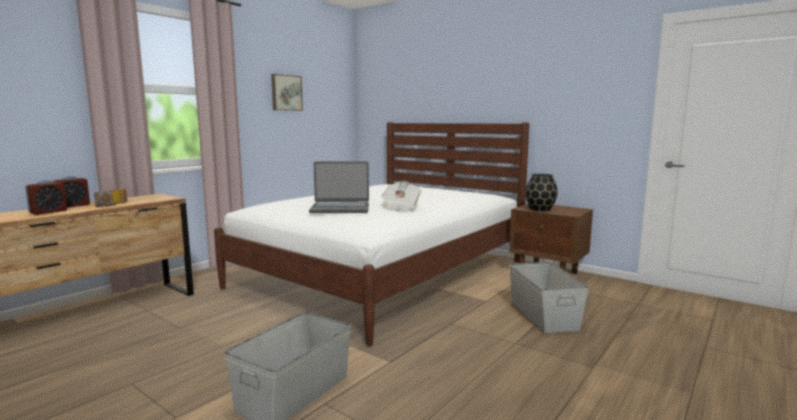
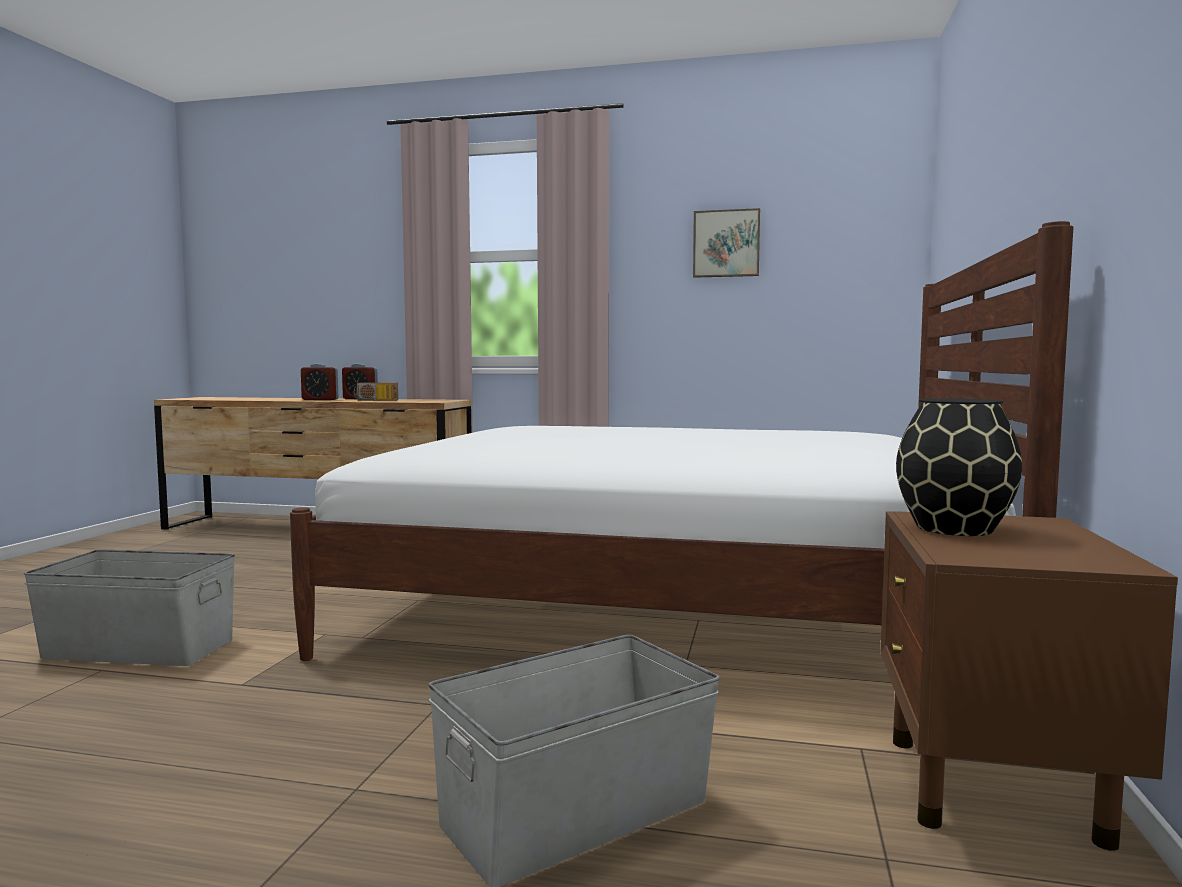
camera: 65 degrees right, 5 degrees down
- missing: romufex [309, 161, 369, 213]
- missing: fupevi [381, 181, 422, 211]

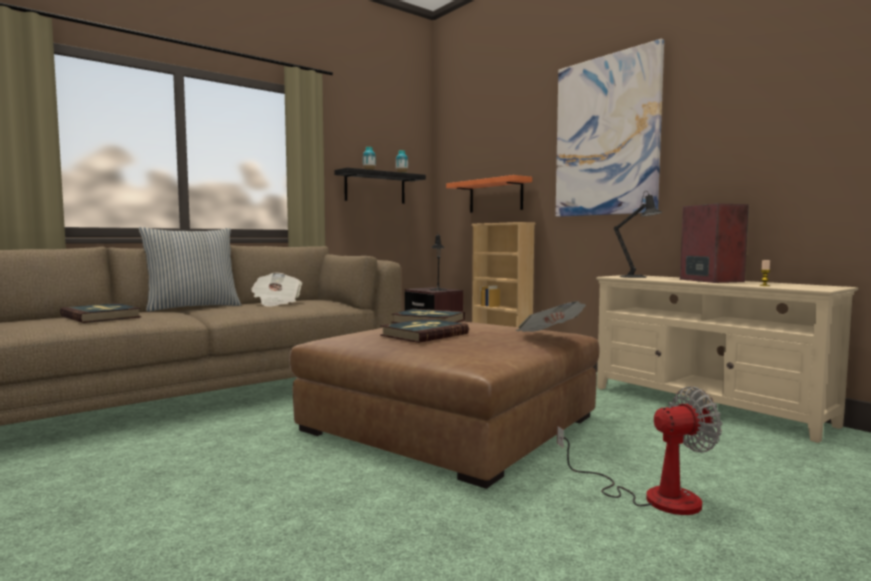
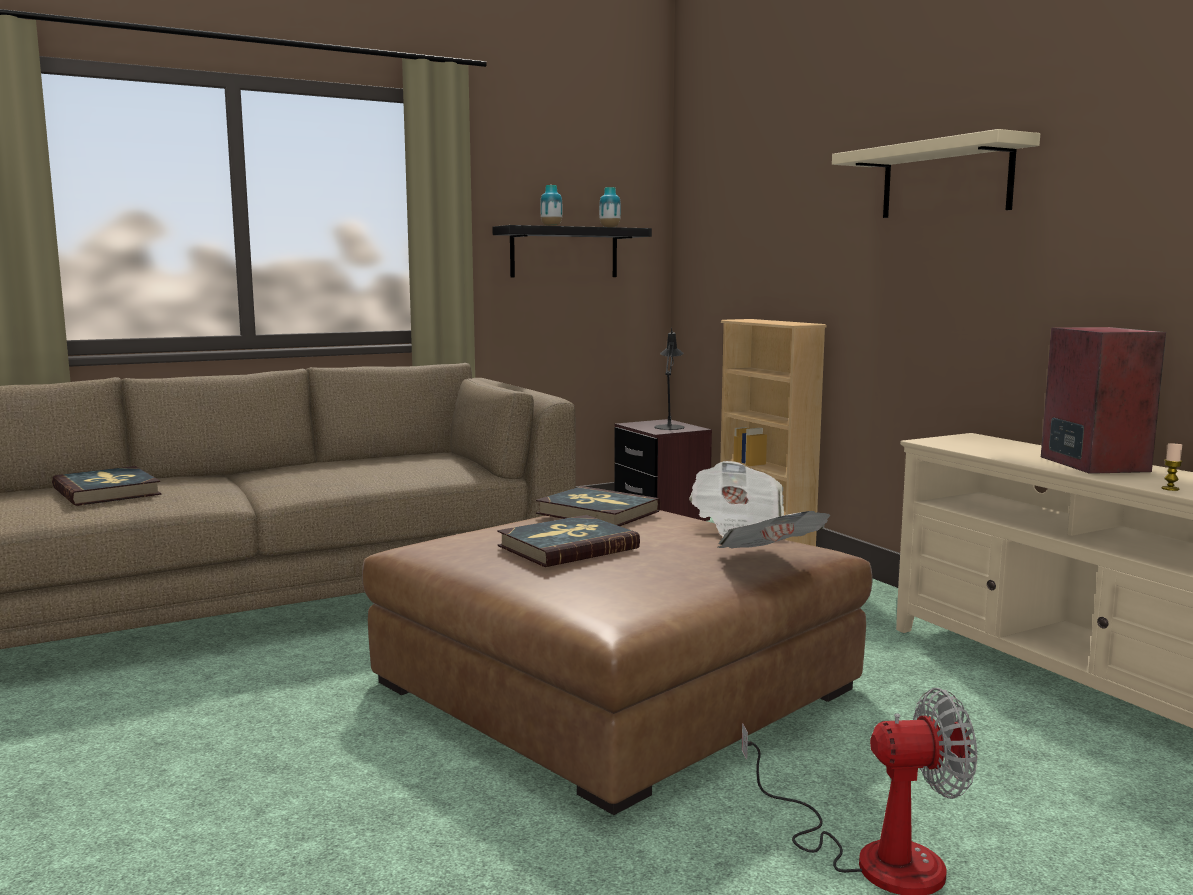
camera: 10 degrees right, 5 degrees up
- relocated: fupevi [251, 273, 302, 307] to [689, 461, 784, 537]
- exchanged: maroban [555, 39, 664, 217] to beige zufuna [832, 129, 1040, 218]
- missing: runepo [139, 227, 241, 312]
- missing: orange zufuna [446, 175, 532, 213]
- missing: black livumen [614, 191, 662, 278]

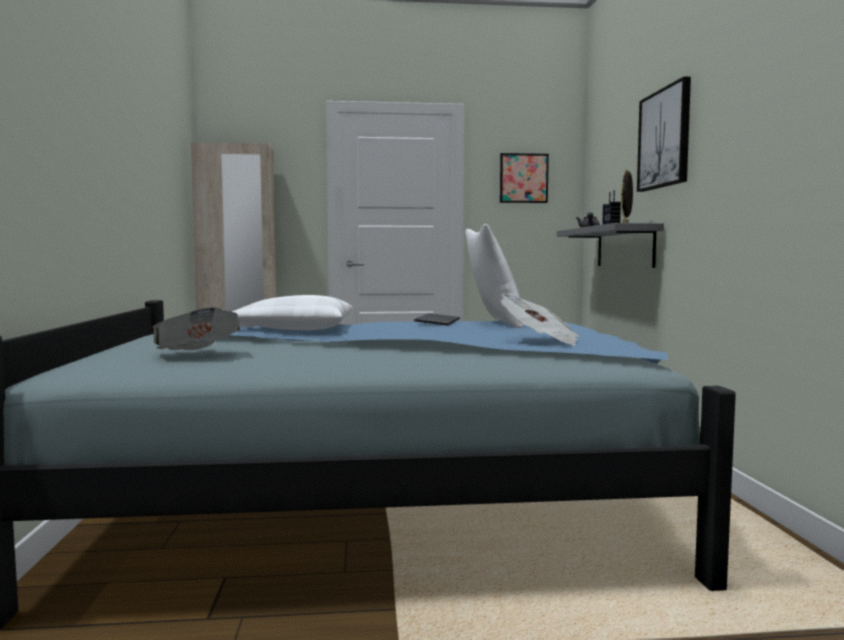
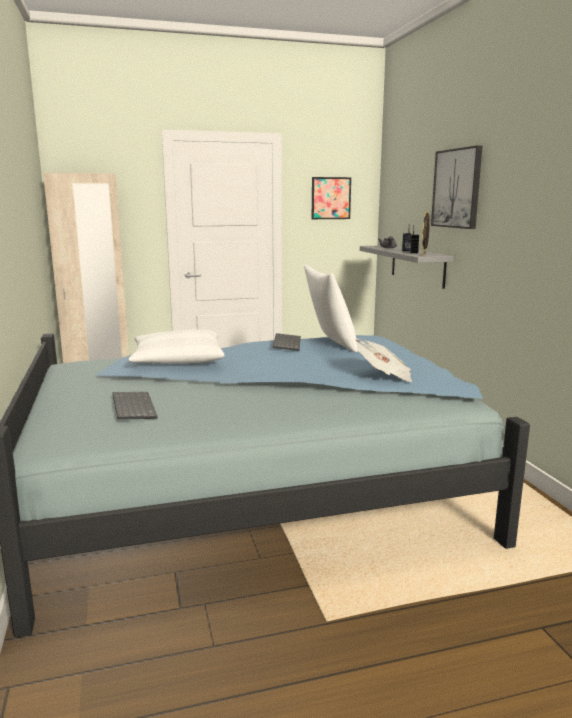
camera: 10 degrees left, 10 degrees up
- exchanged: fupevi [153, 307, 240, 350] to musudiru [113, 392, 157, 420]

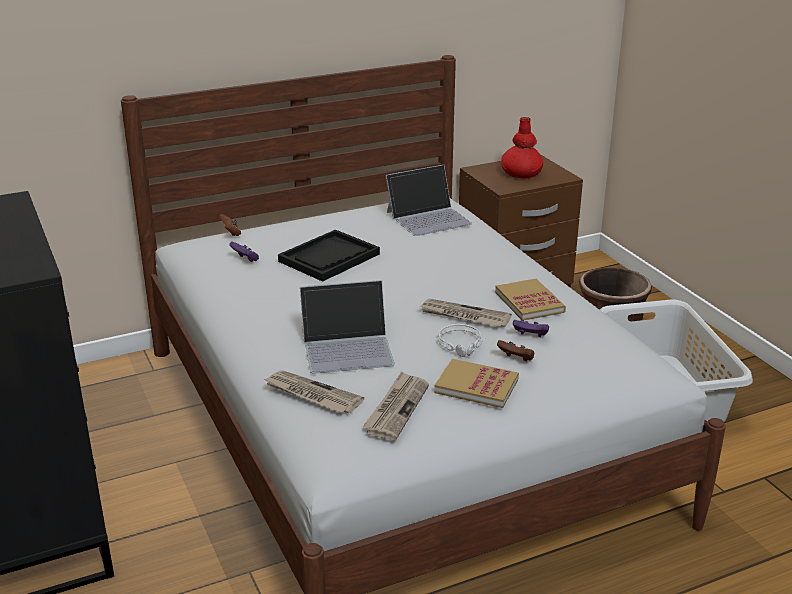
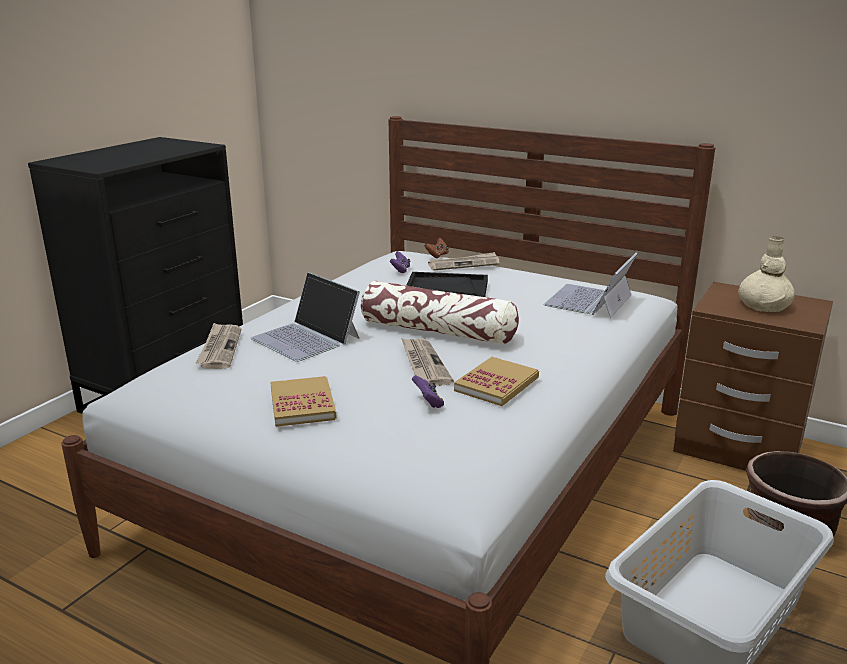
camera: 55 degrees right, 5 degrees down
- appeared: runepo [361, 281, 519, 345]
- relocated: fupevi [362, 371, 429, 440] to [428, 252, 500, 271]
- spun: romufex [386, 165, 472, 236] = [543, 253, 638, 318] 90 degrees clockwise
- colour: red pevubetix [501, 117, 543, 179] to beige pevubetix [738, 236, 795, 312]
- missing: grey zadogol [438, 324, 485, 357]
- missing: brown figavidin [497, 340, 534, 362]

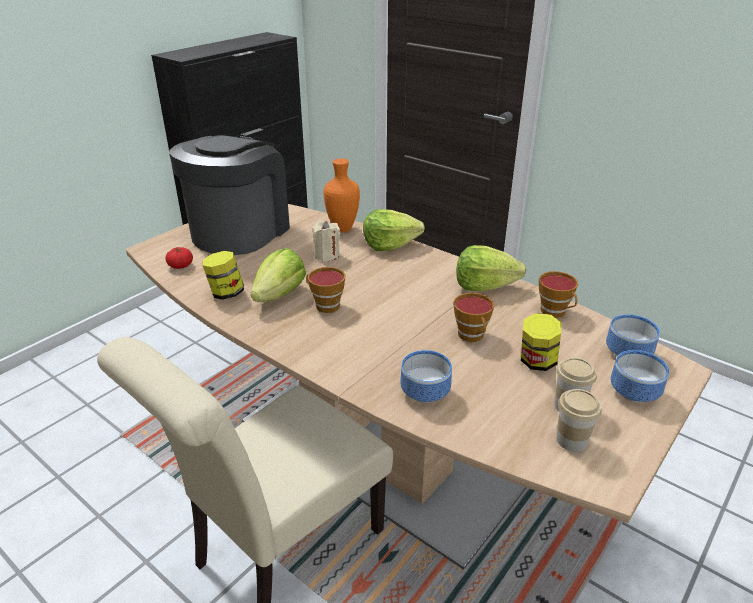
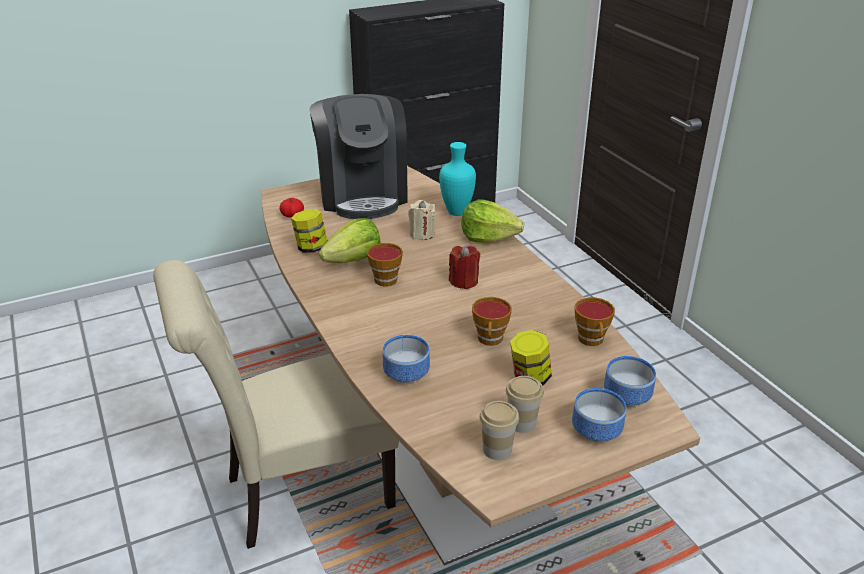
camera: 25 degrees right, 0 degrees up
- spun: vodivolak [169, 135, 290, 255] = [310, 94, 408, 219] 120 degrees clockwise
- colour: orange pevubetix [324, 158, 360, 233] to turquoise pevubetix [439, 142, 476, 216]
- appeared: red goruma [449, 245, 480, 289]
- missing: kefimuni [456, 245, 526, 291]

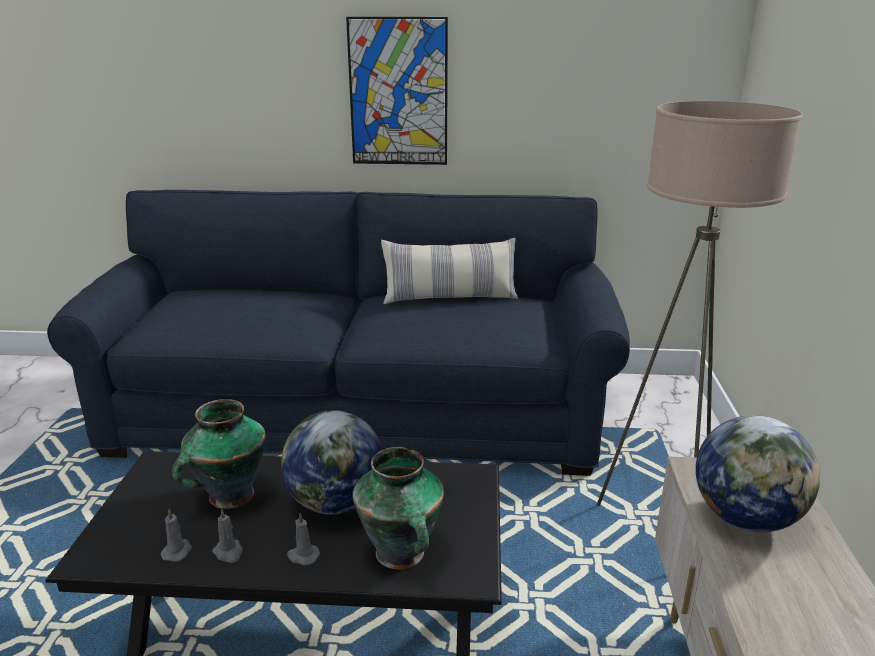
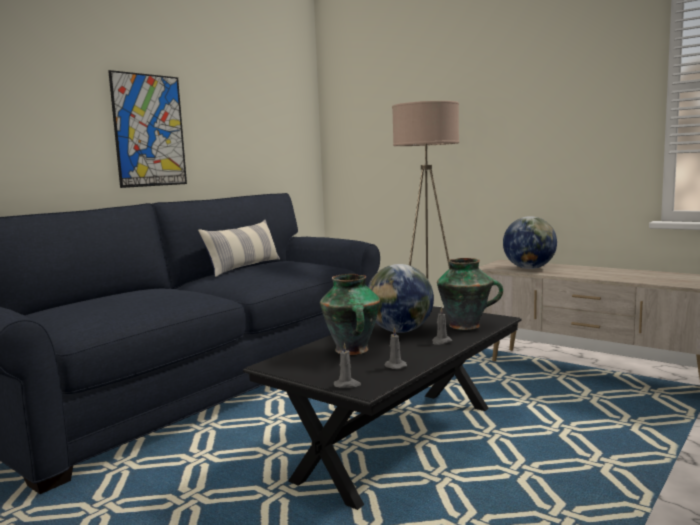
camera: 55 degrees left, 15 degrees down
- relocated: grey goruma [212, 509, 243, 563] to [334, 343, 361, 388]

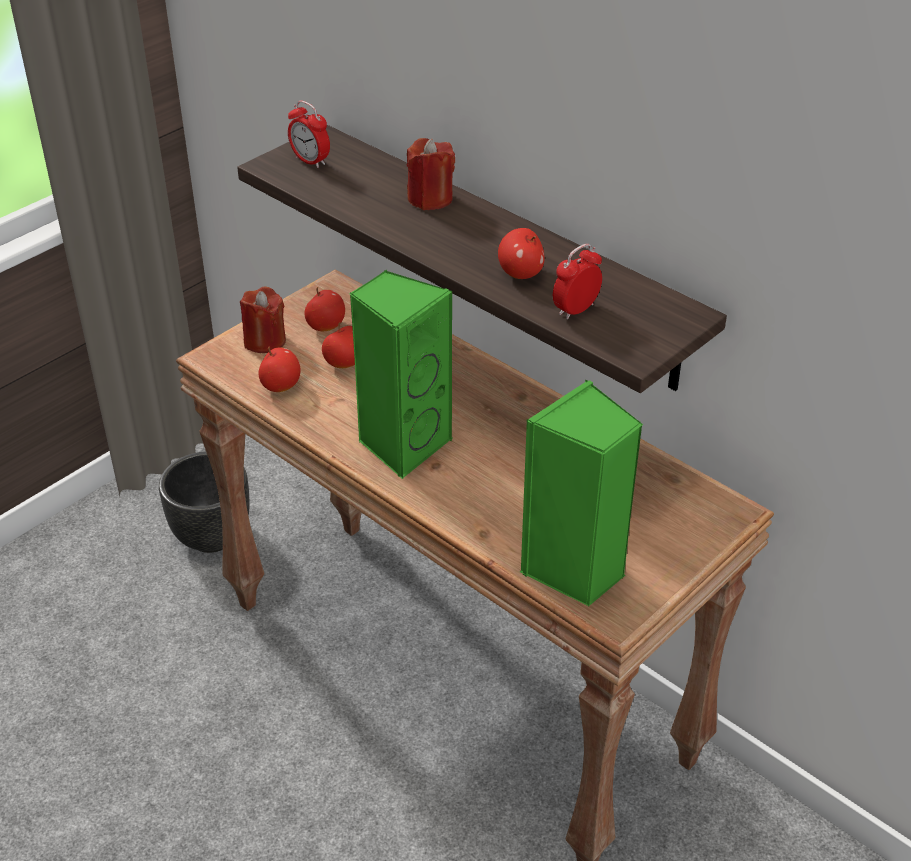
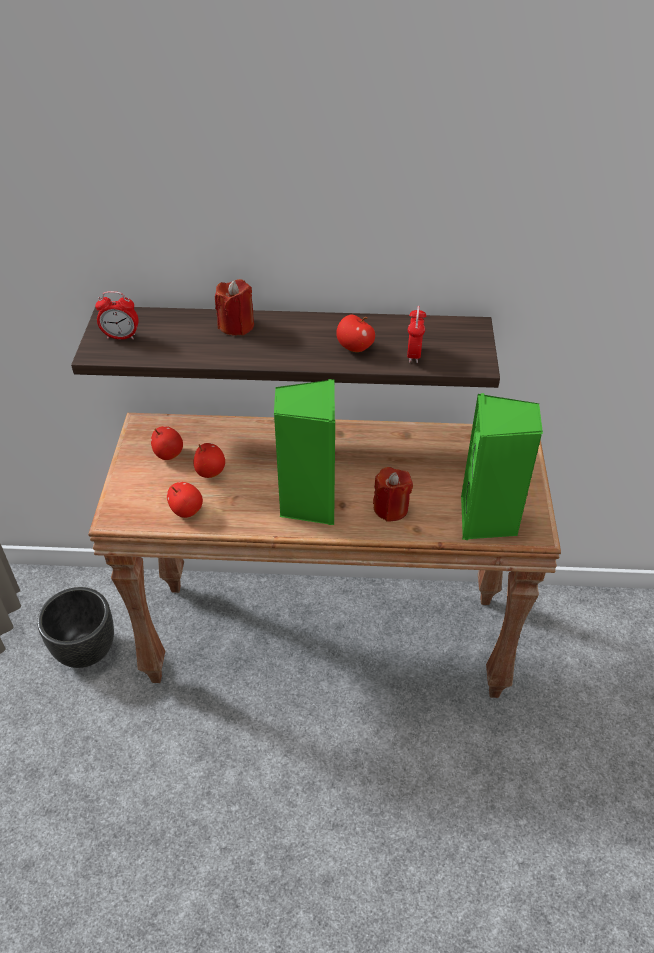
camera: 40 degrees left, 5 degrees up
- relocated: red goruma [240, 286, 286, 353] to [373, 467, 413, 522]

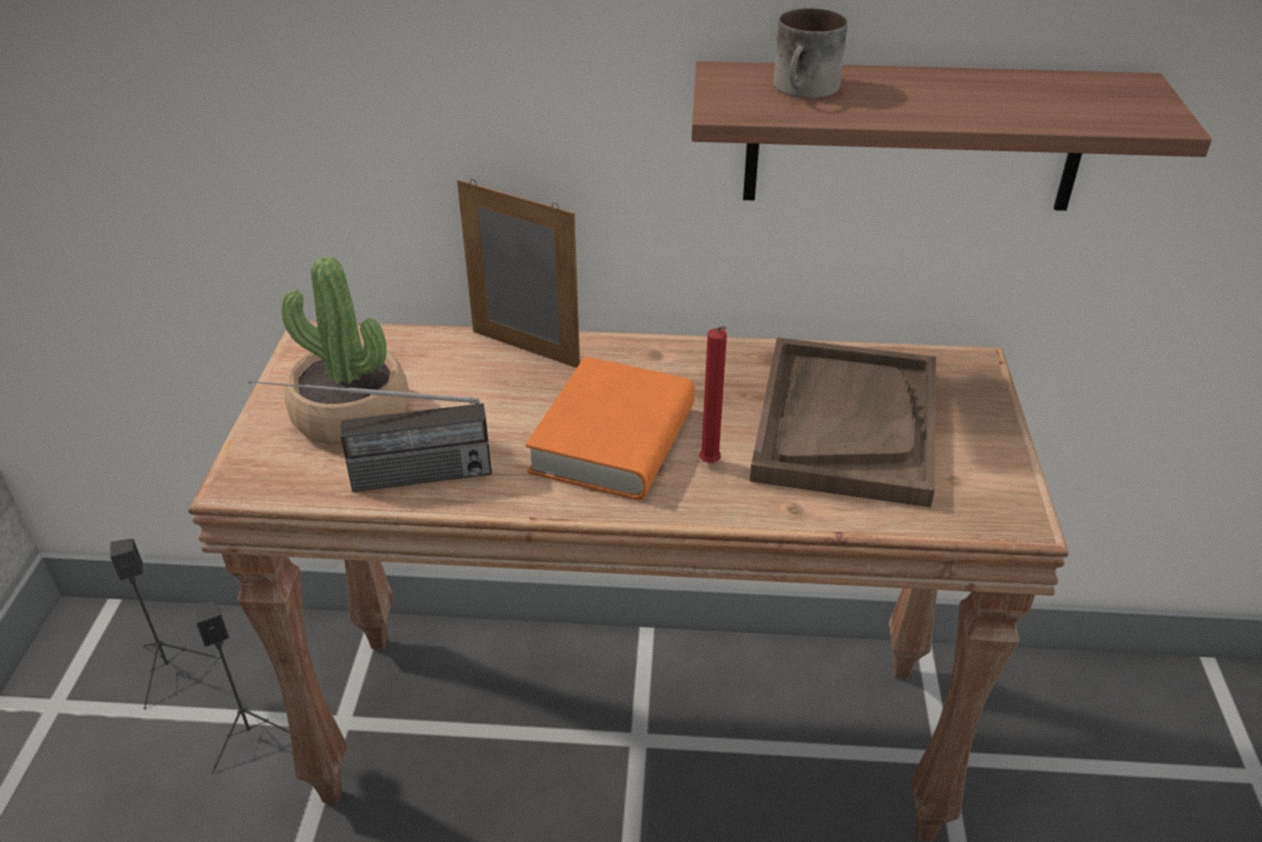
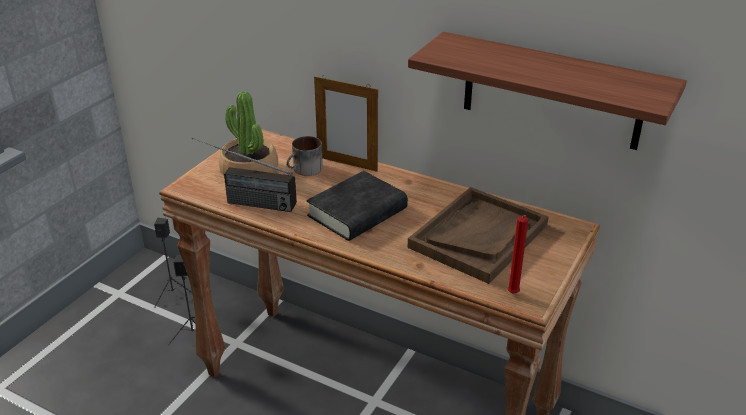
camera: 25 degrees right, 5 degrees down
- relocated: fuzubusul [773, 8, 848, 98] to [287, 136, 323, 176]
- colour: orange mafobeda [525, 356, 695, 500] to black mafobeda [307, 171, 408, 241]
- spun: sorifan [457, 179, 580, 368] = [314, 75, 378, 172] 150 degrees clockwise
- relocated: red goruma [699, 326, 727, 463] to [507, 215, 528, 294]

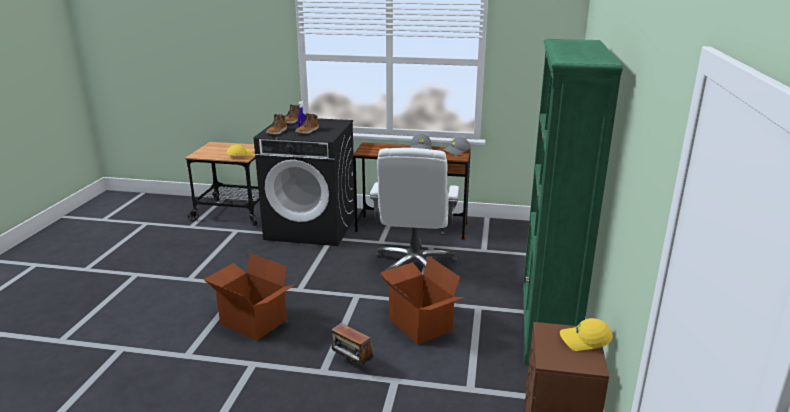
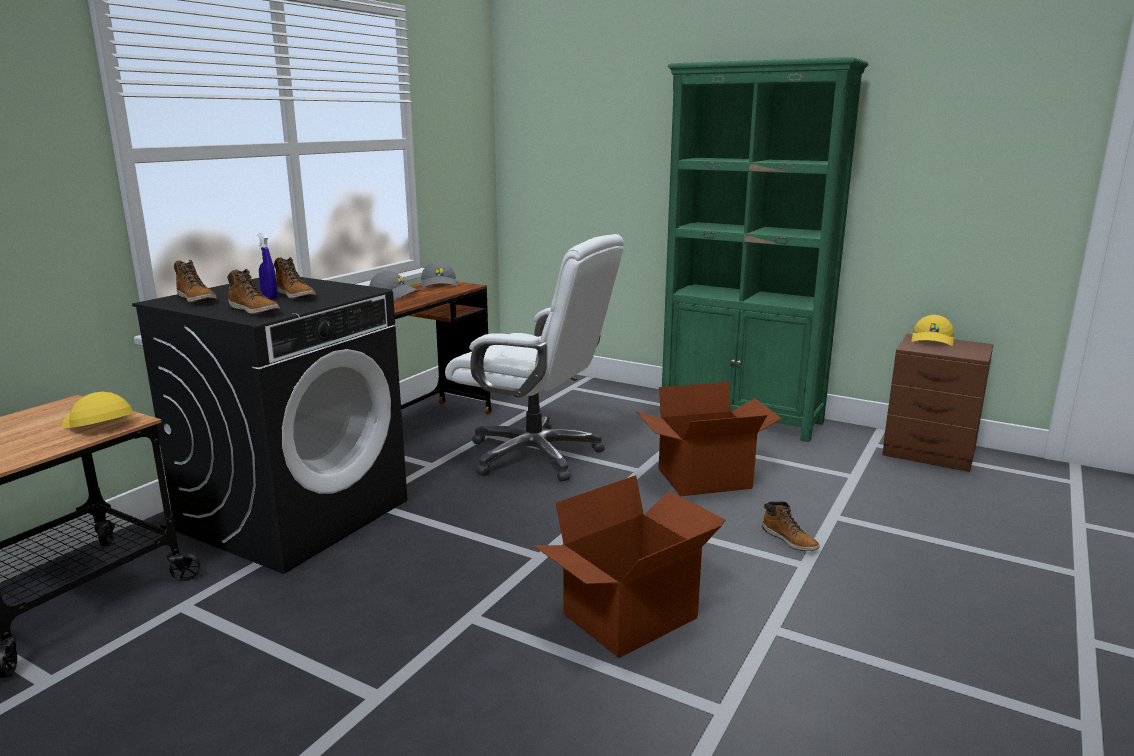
camera: 70 degrees left, 5 degrees down
- exchanged: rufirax [332, 323, 374, 367] to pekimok [762, 501, 820, 551]

